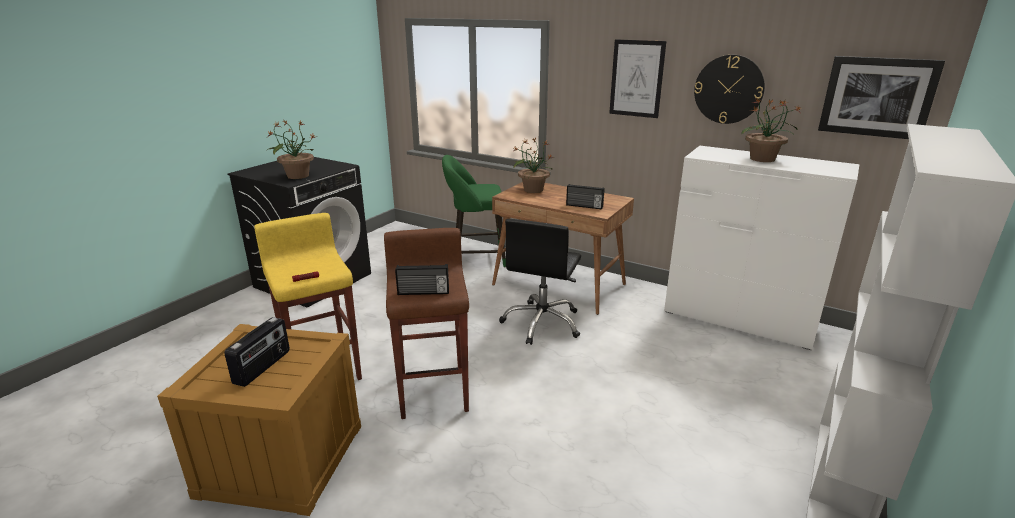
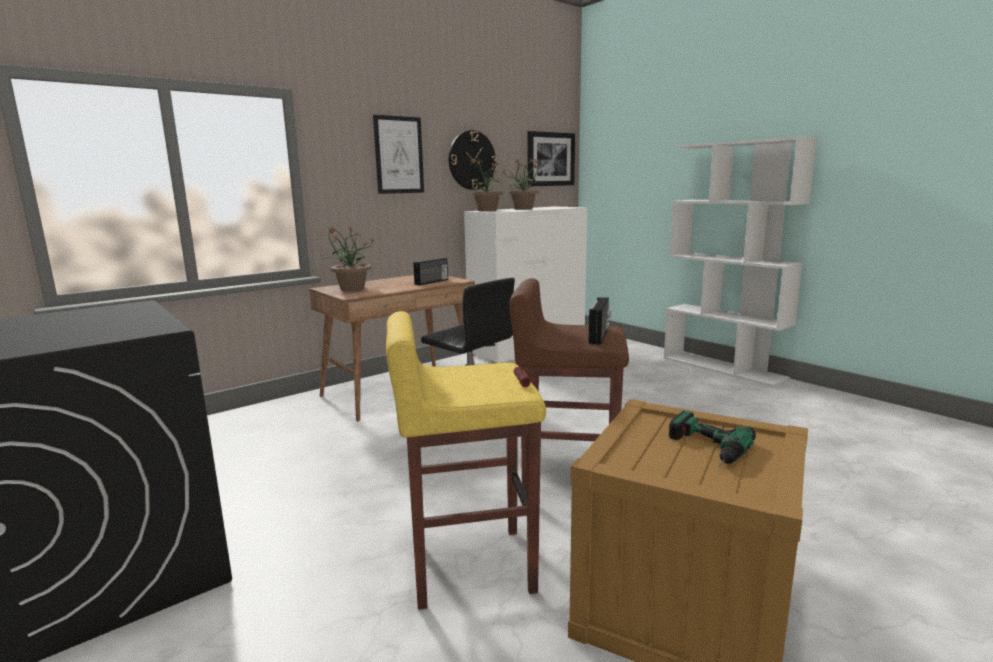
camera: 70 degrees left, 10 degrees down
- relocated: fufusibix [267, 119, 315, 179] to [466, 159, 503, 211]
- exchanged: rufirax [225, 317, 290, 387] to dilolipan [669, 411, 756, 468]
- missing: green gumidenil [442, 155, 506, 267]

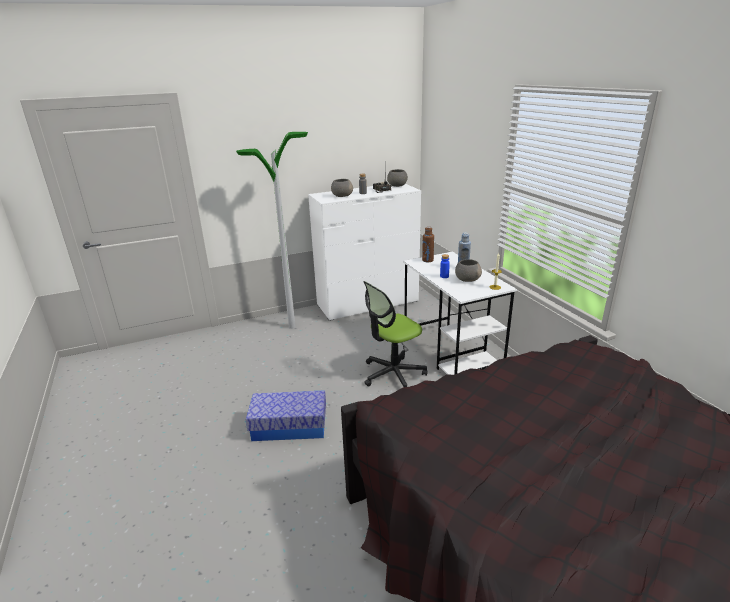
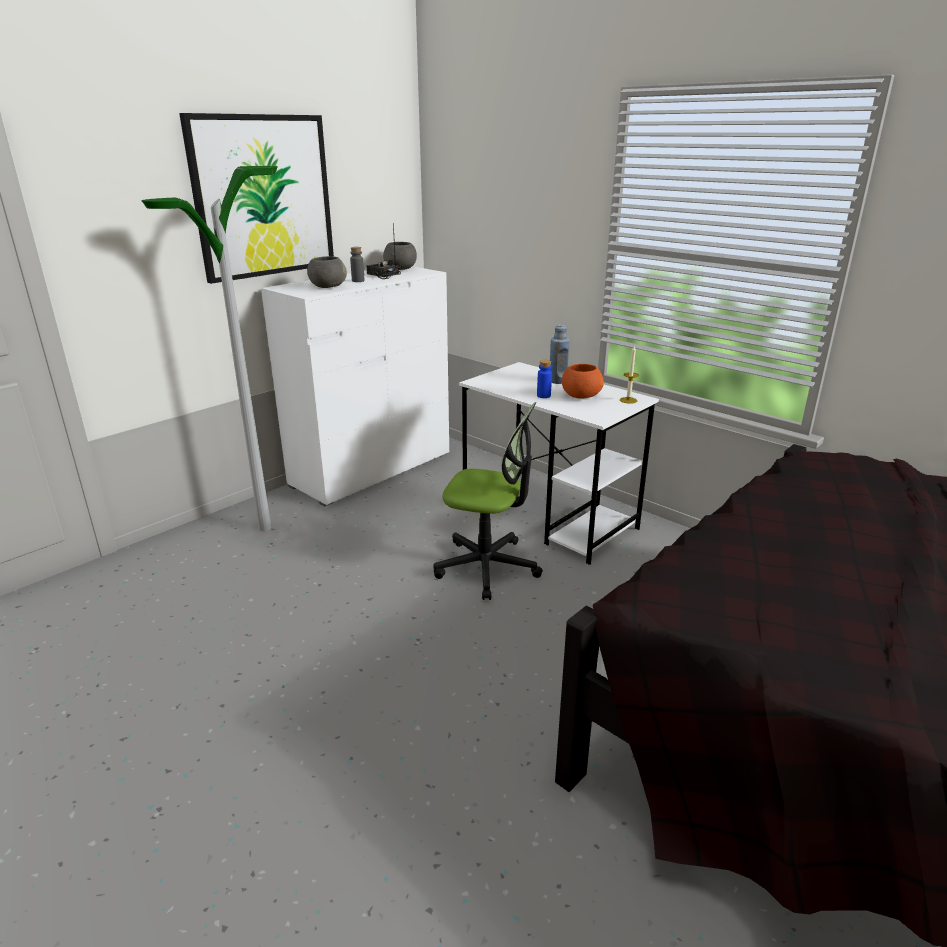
camera: 25 degrees left, 0 degrees up
- appeared: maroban [179, 113, 334, 284]
- spun: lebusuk [363, 281, 428, 387] = [433, 402, 543, 600] 105 degrees counterclockwise
- colour: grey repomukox [455, 259, 482, 282] to orange repomukox [562, 364, 604, 399]
- missing: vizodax [246, 390, 326, 441]
- missing: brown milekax [422, 227, 434, 262]

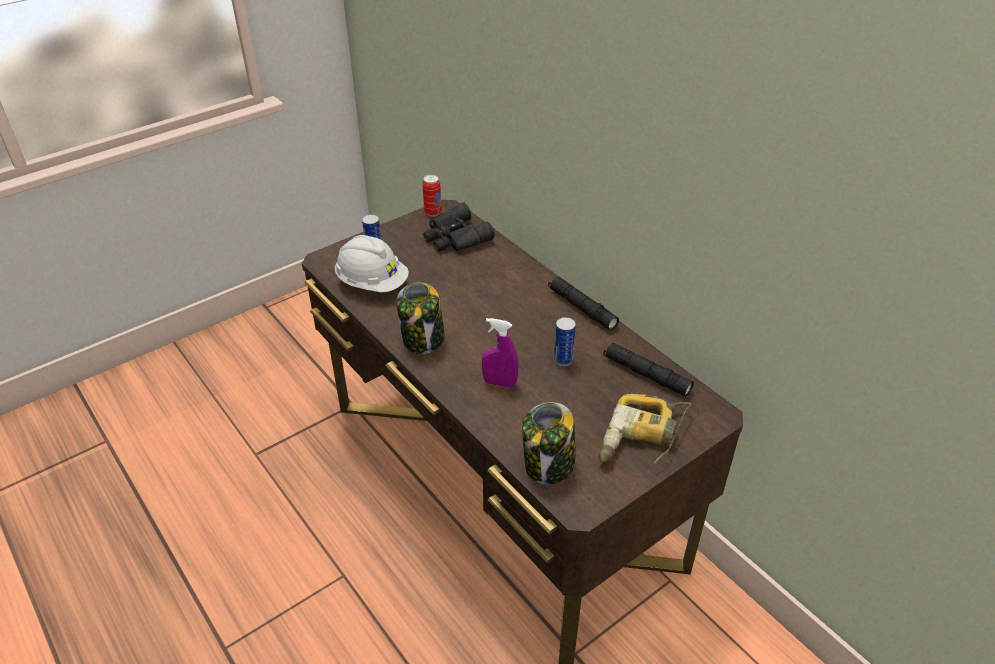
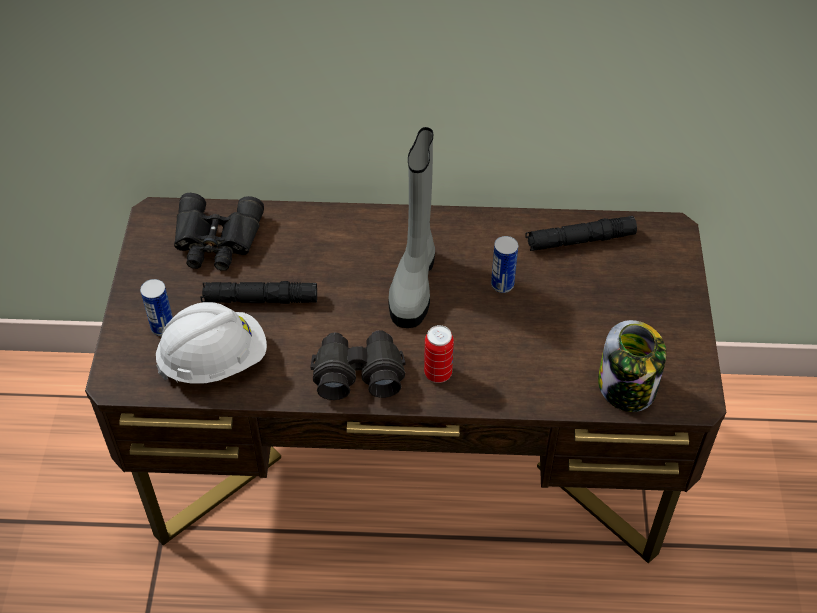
camera: 50 degrees left, 10 degrees up
- relocated: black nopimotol [548, 277, 619, 330] to [201, 281, 317, 304]
- exchanged: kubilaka [396, 282, 445, 354] to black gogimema [310, 330, 406, 400]
- appeared: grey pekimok [388, 127, 435, 328]
- relocated: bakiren [422, 174, 442, 217] to [424, 325, 454, 383]
- missing: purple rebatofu [482, 318, 518, 388]
- missing: dilolipan [598, 394, 692, 464]

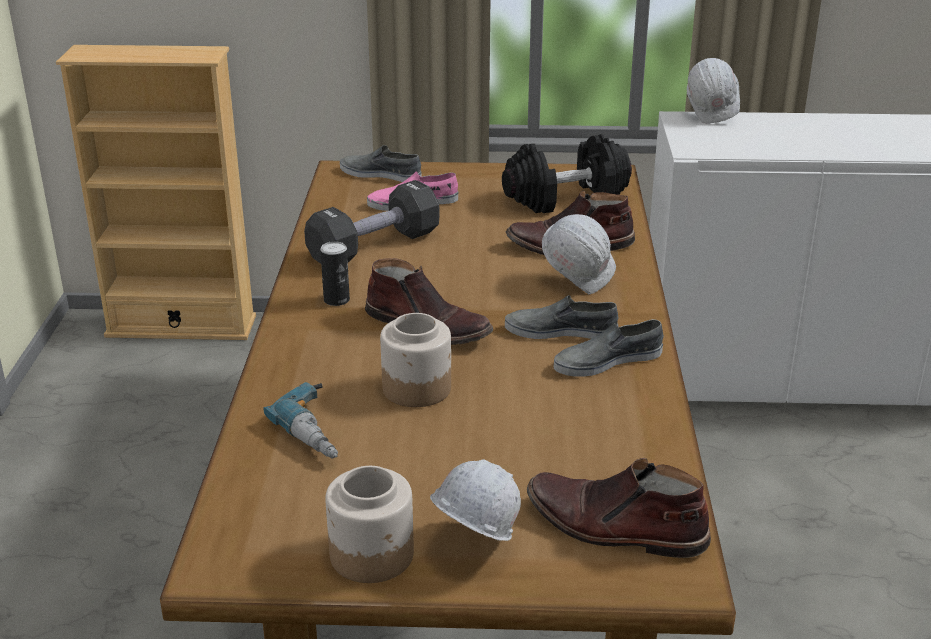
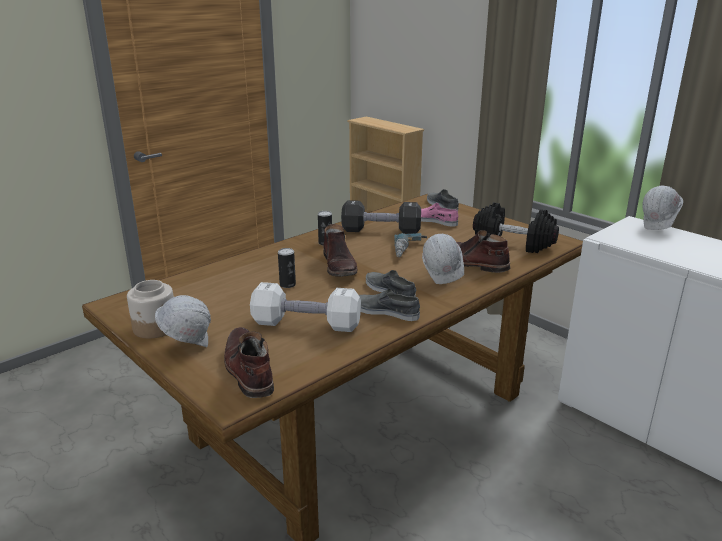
camera: 45 degrees right, 5 degrees down
- appeared: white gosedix [250, 282, 361, 332]
- exchanged: kubilaka [380, 313, 451, 407] to bakiren [278, 248, 296, 288]
- relocated: dilolipan [264, 382, 338, 459] to [394, 233, 427, 258]

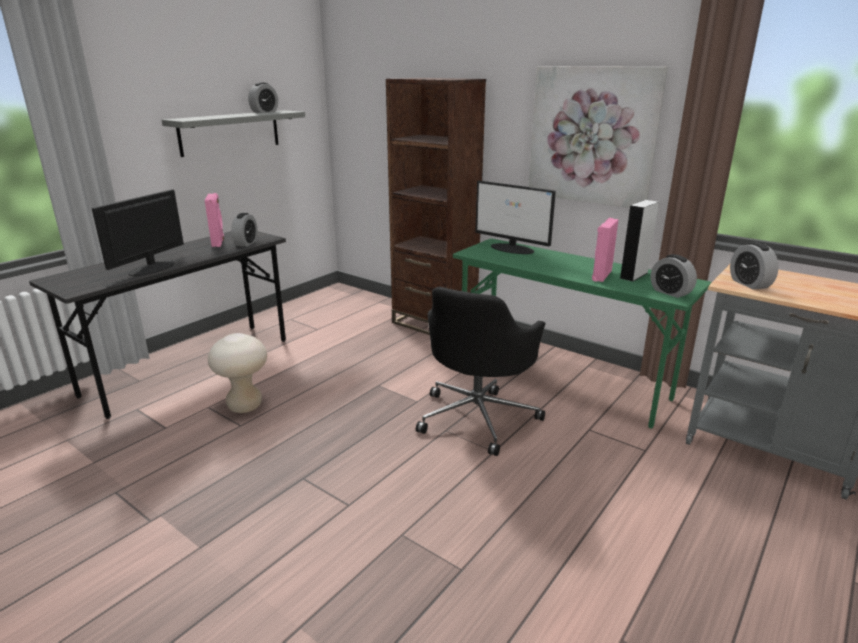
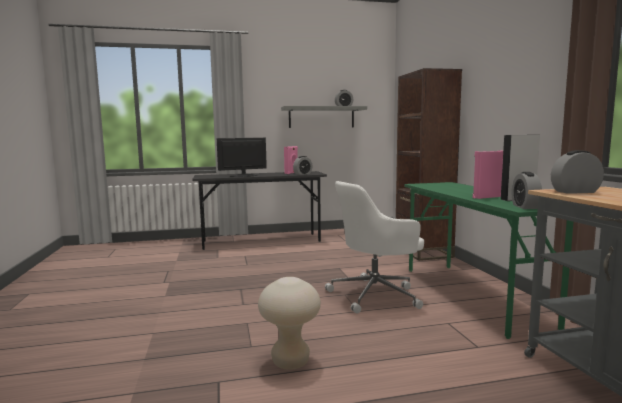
camera: 40 degrees right, 15 degrees down
- relocated: beige gumidenil [208, 333, 267, 413] to [258, 277, 321, 370]
- colour: black lebusuk [416, 287, 545, 456] to white lebusuk [325, 181, 424, 314]
- spun: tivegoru [730, 242, 779, 290] = [551, 150, 604, 194] 60 degrees clockwise
- missing: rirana [475, 181, 556, 254]
- missing: maroban [529, 66, 668, 208]

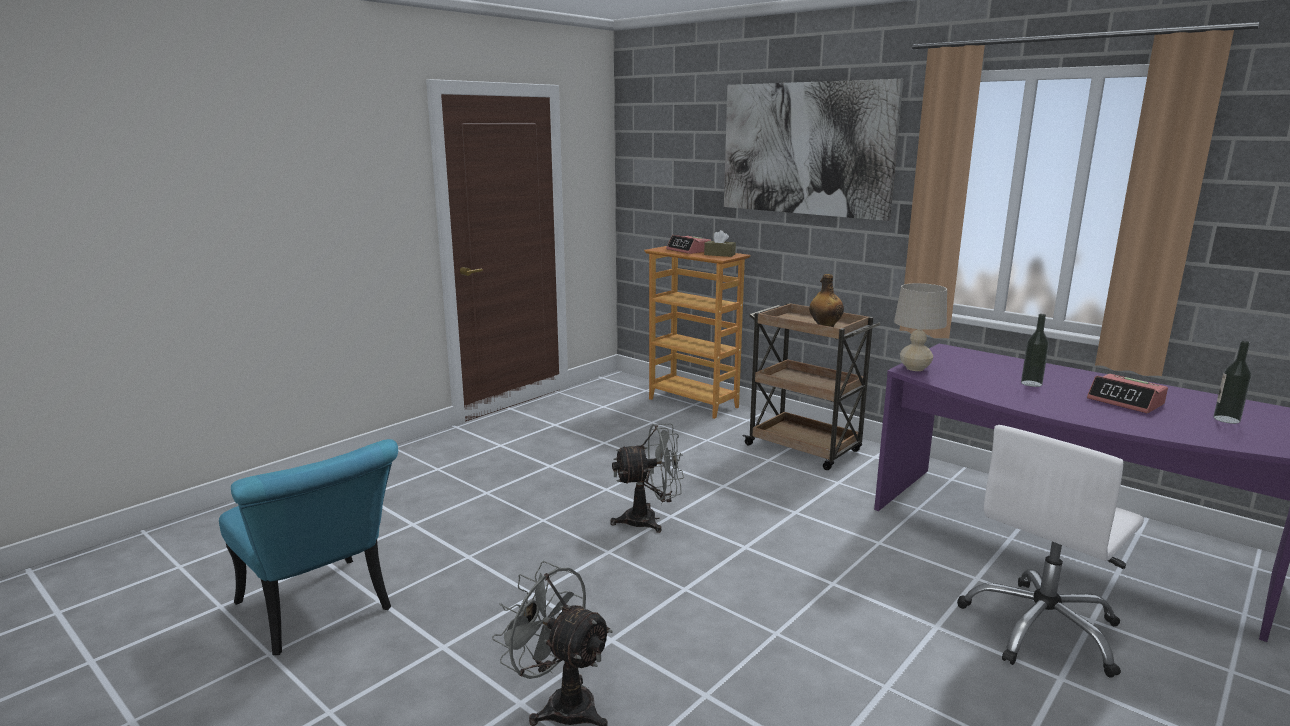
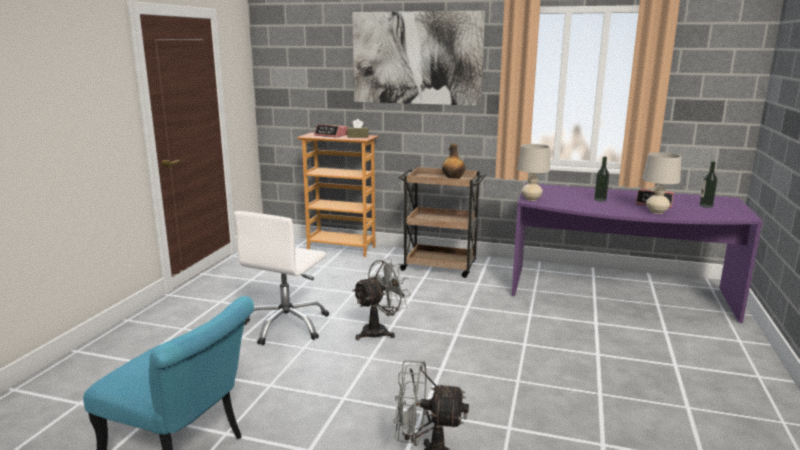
camera: 25 degrees left, 0 degrees up
- relocated: white lebusuk [957, 425, 1144, 678] to [234, 211, 329, 345]
- appeared: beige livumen [643, 152, 681, 214]

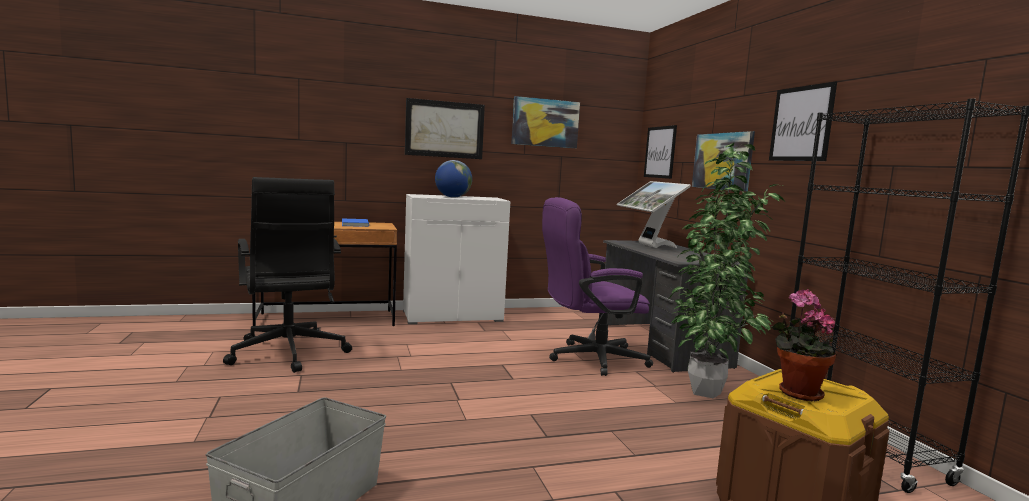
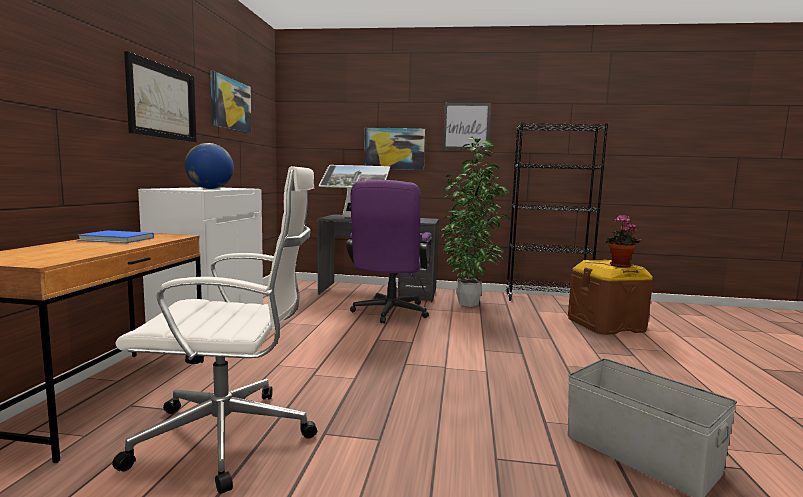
camera: 65 degrees left, 0 degrees up
- colour: black lebusuk [223, 177, 352, 373] to white lebusuk [112, 166, 317, 494]
- missing: maroban [644, 125, 677, 179]

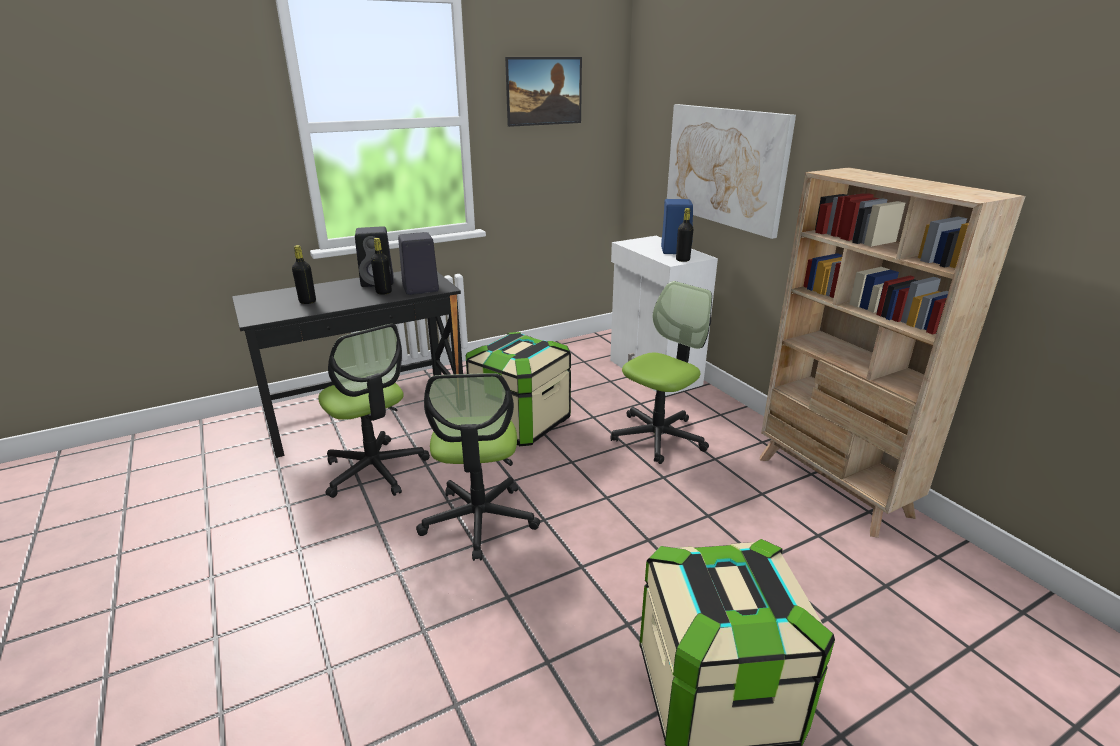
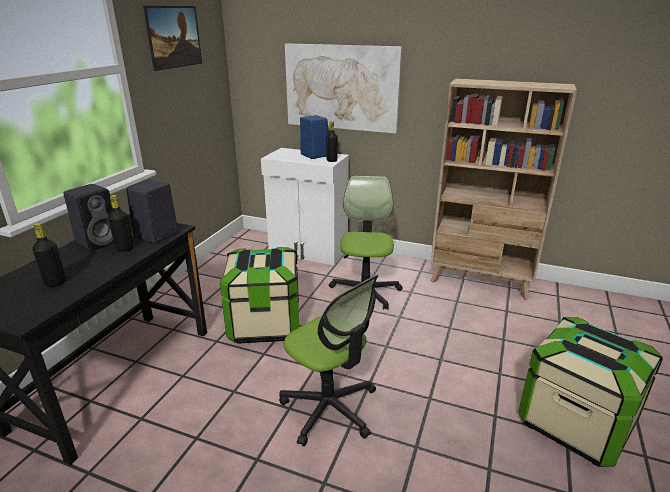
camera: 40 degrees left, 0 degrees up
- missing: lebusuk [318, 324, 430, 498]

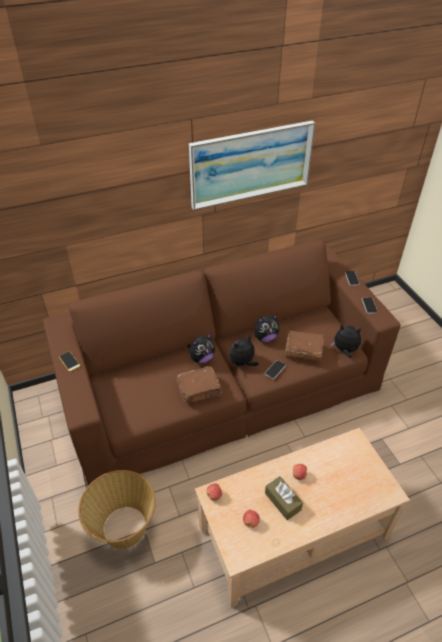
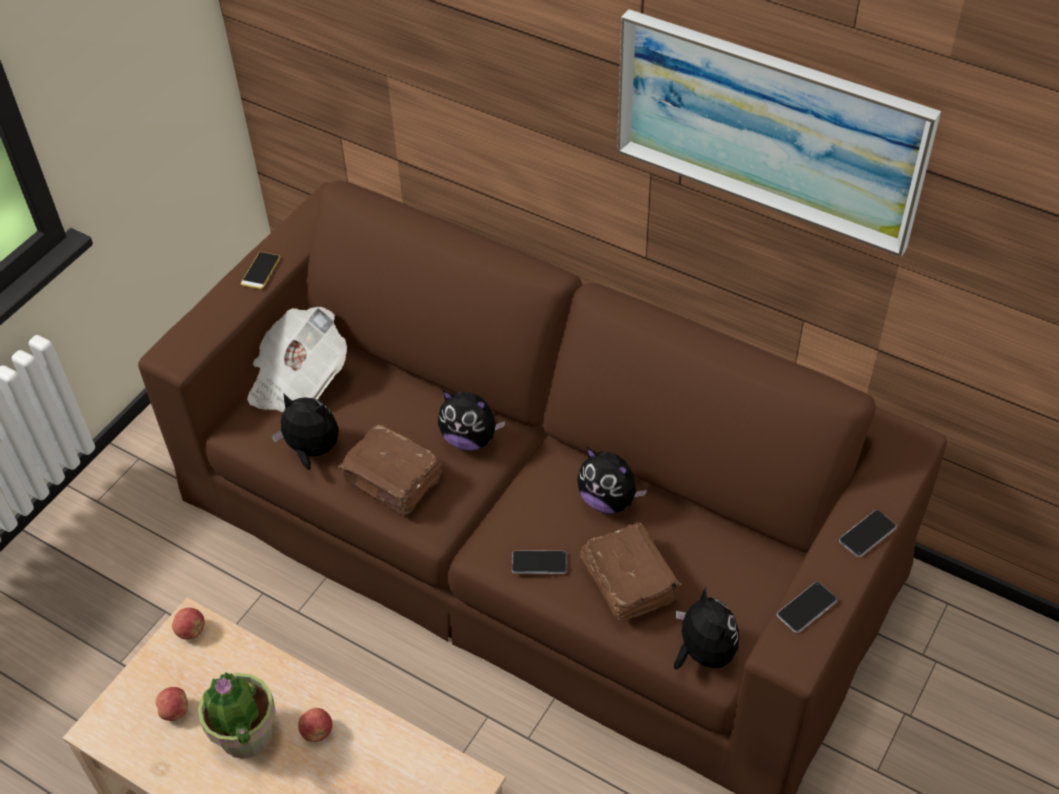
camera: 55 degrees right, 5 degrees up
- exchanged: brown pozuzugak [265, 476, 303, 520] to fufusibix [198, 672, 276, 759]
- appeared: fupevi [247, 307, 347, 412]
- relocated: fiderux [230, 335, 259, 367] to [271, 394, 339, 470]
- missing: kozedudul [78, 470, 156, 549]

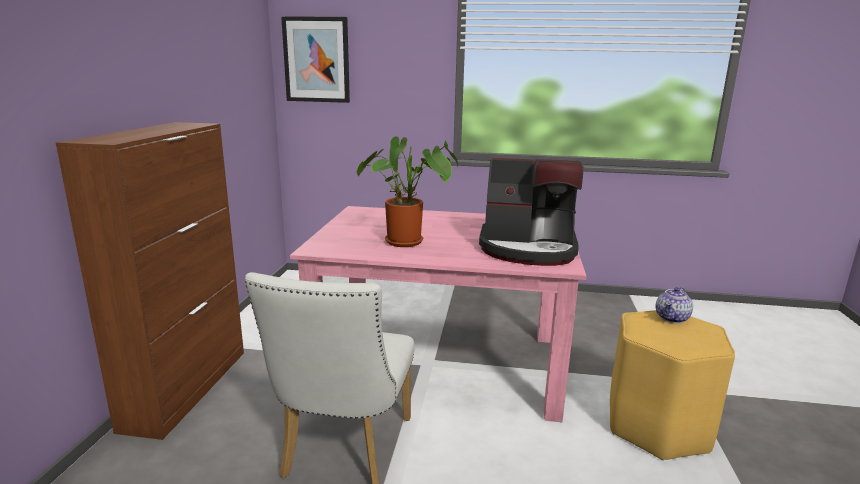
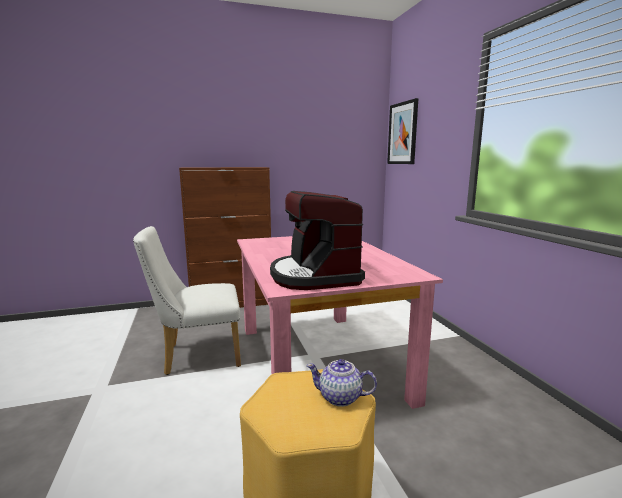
camera: 65 degrees right, 5 degrees down
- missing: fufusibix [357, 137, 458, 247]

